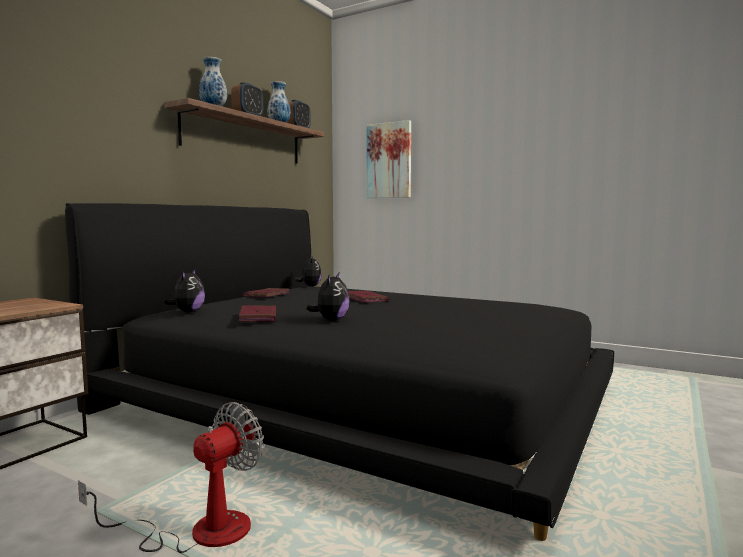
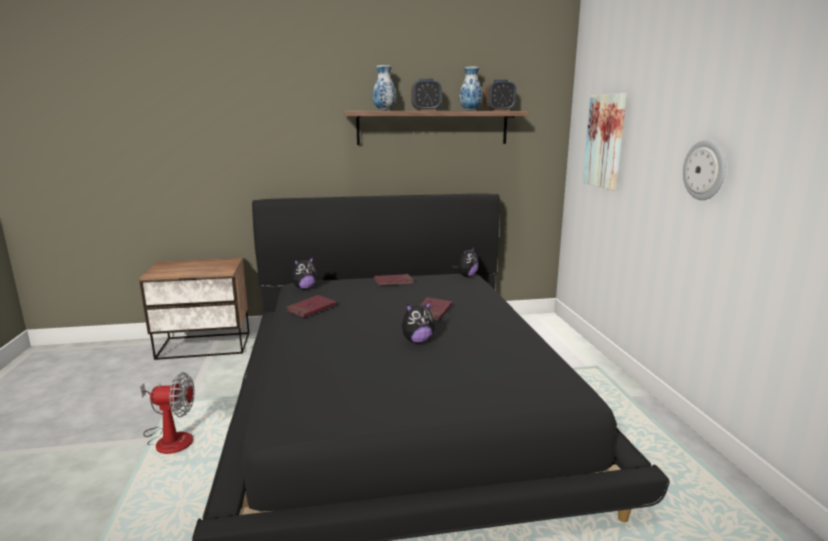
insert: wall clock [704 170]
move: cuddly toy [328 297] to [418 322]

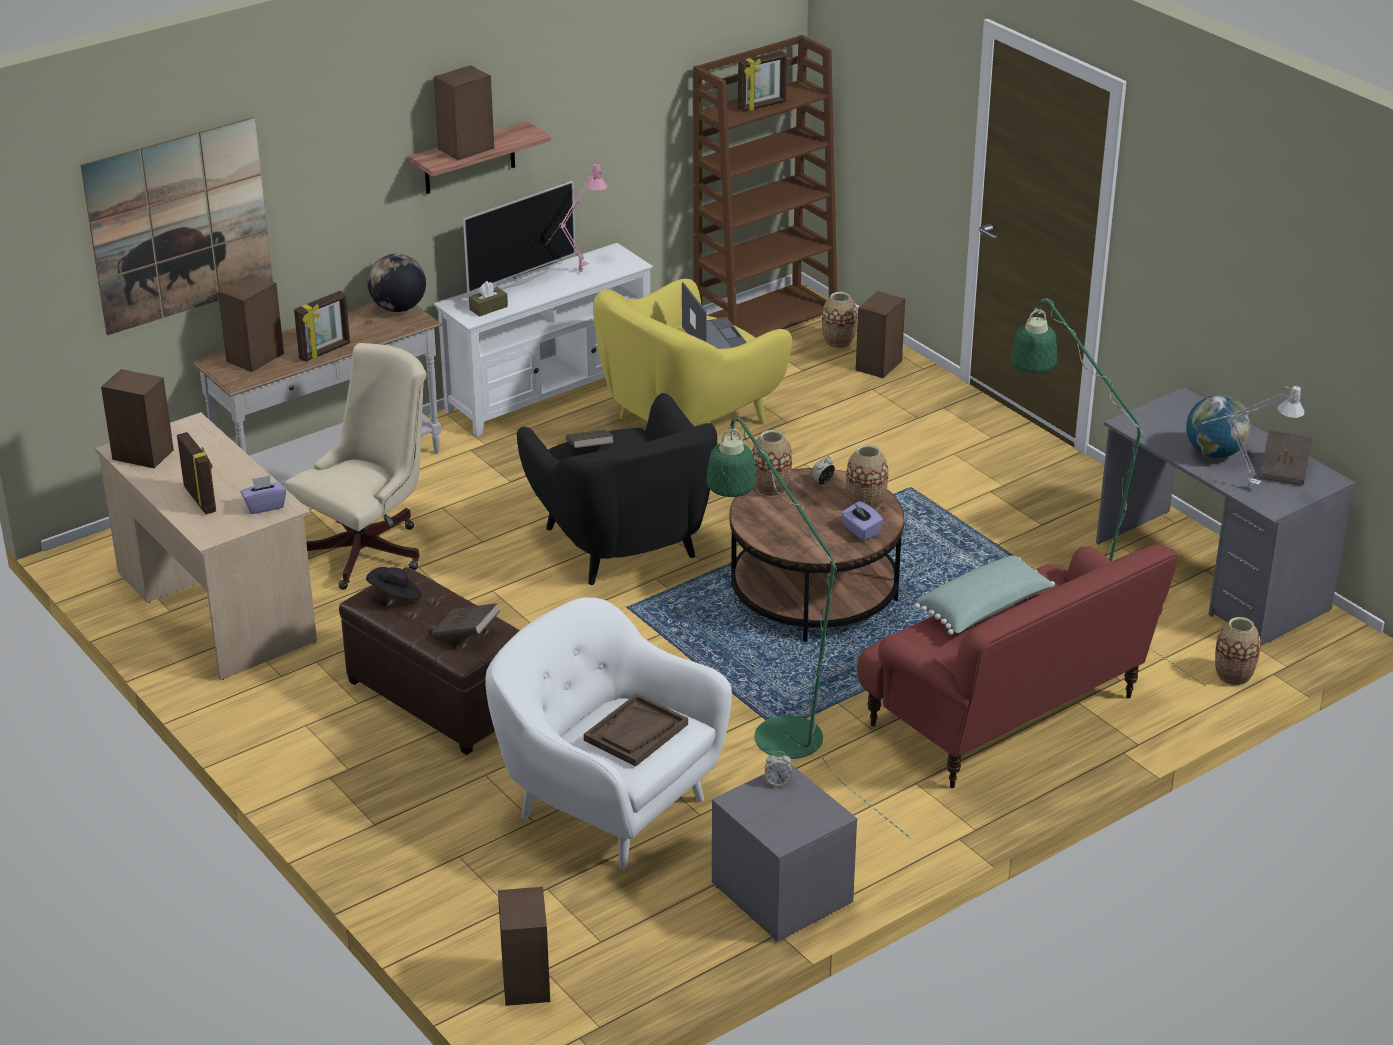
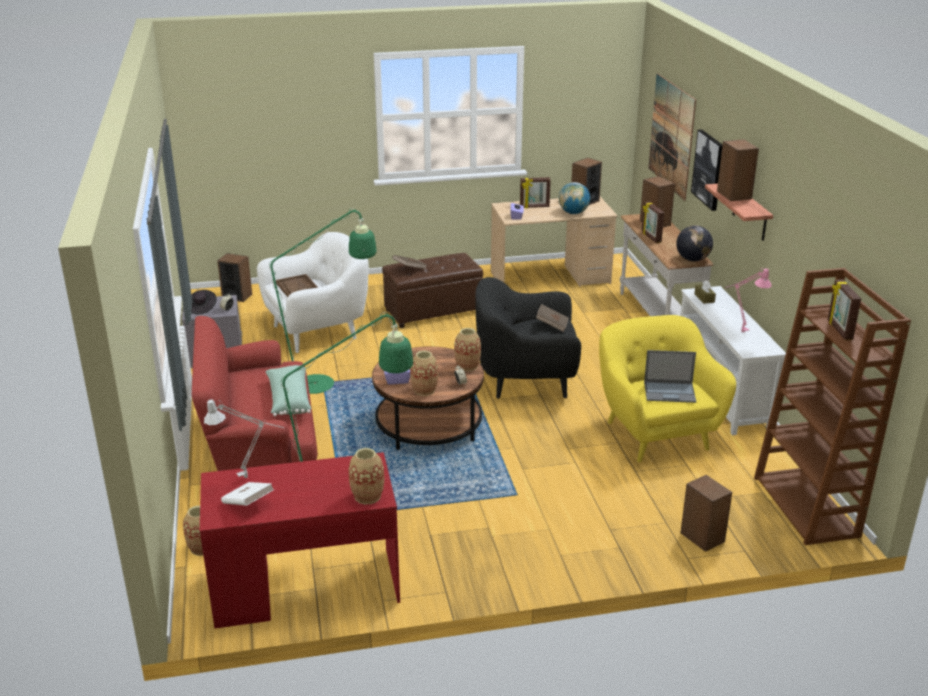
delete: TV [519 237]; office chair in beige-coloured [355 466]
insert: picture [706 170]
move: flower vase [839 320] to [366 476]; world globe [1218 426] to [574 198]; hat in blackish [394 583] to [204 302]
recolor: desk in gray [1226 516] to desk in red [300 540]; volume in brownish [1286 458] to volume in whitish [247 494]

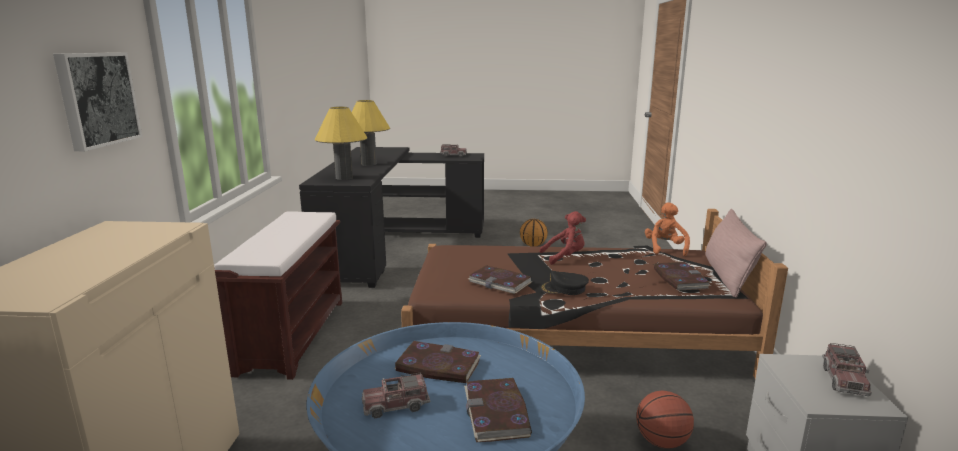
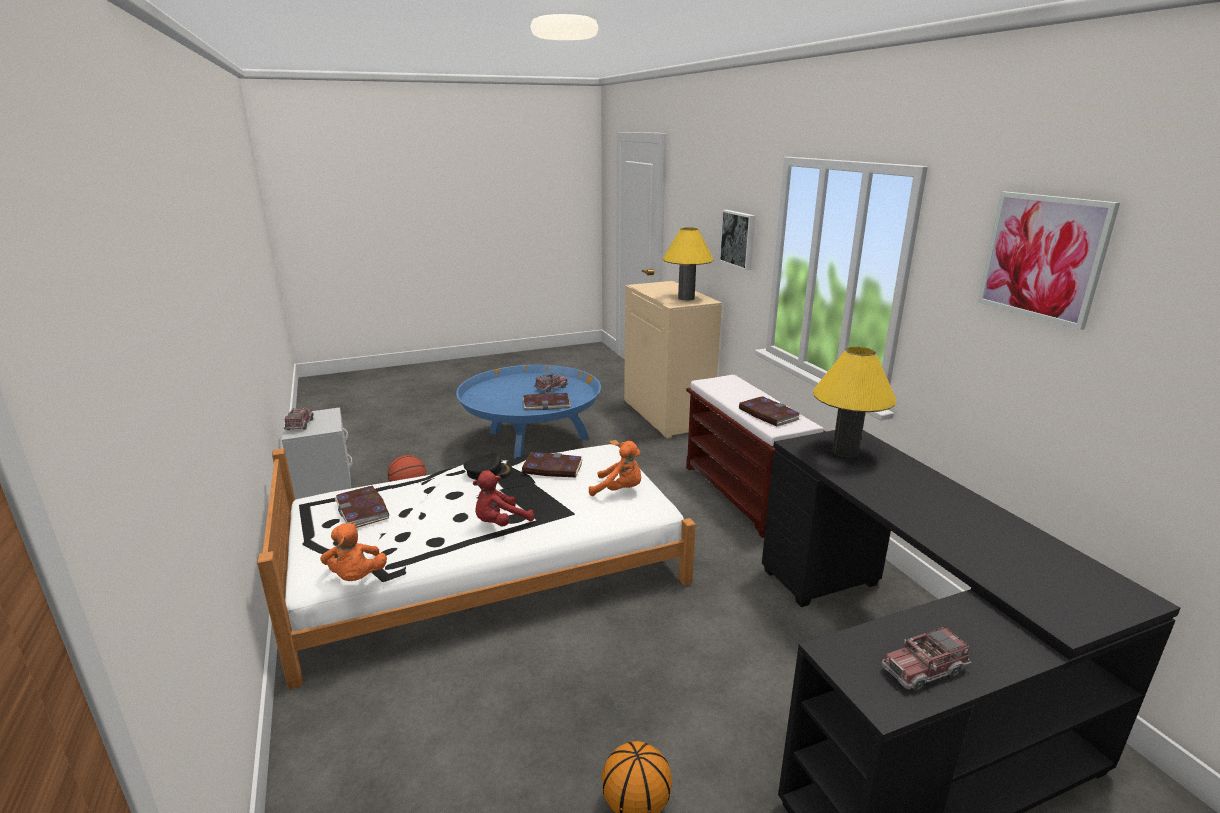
delete: cushion in pink [736 253]
insert: picture [1049 261]; cuddly toy in orange-coloured [615 468]
move: table lamp in yellow-coloured [371 133] to [688 264]; volume [498 410] to [769 411]
recolor: bedroom bed in brownish [594 294] to bedroom bed in whitish [476 565]

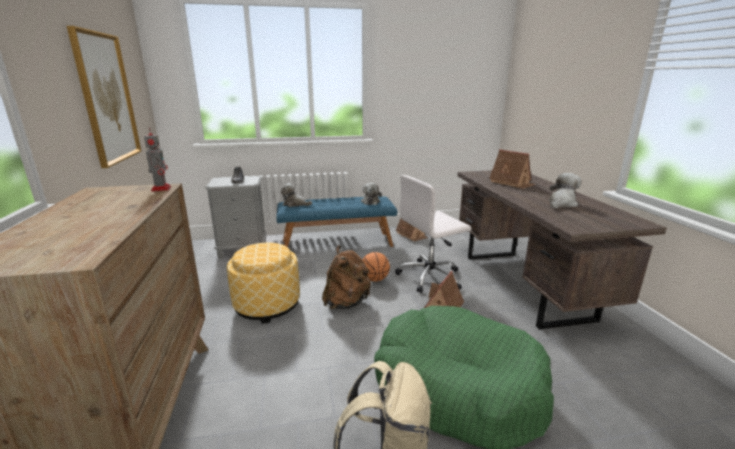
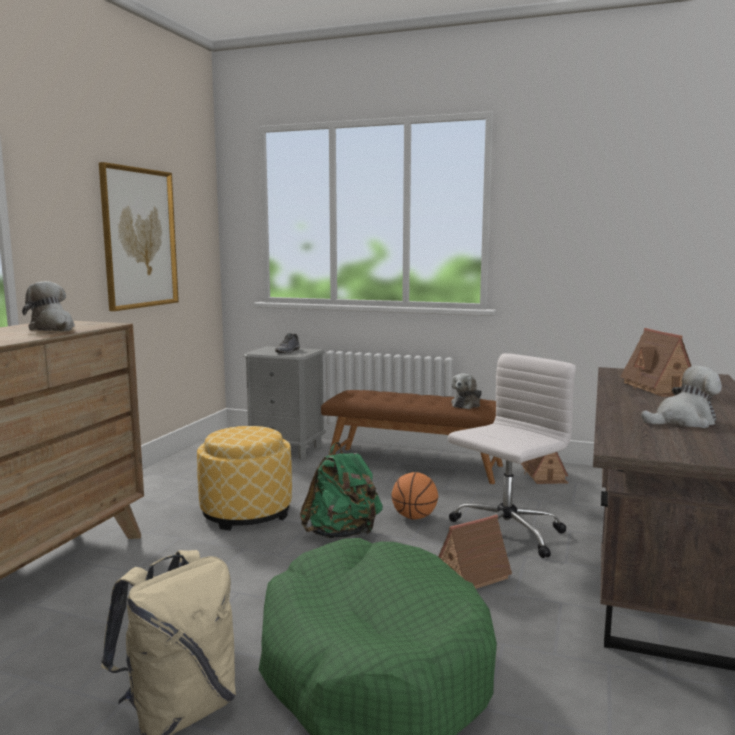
delete: toy robot [157 159]
move: cuddly toy [296 195] to [48 306]
recolor: indoor bench in blue [336 221] to indoor bench in brownish [412 437]; knapsack in brownish [346 277] to knapsack in green-coloured [341 490]
rotate: office chair in whitish [433 234] = [512 455] 135 degrees clockwise

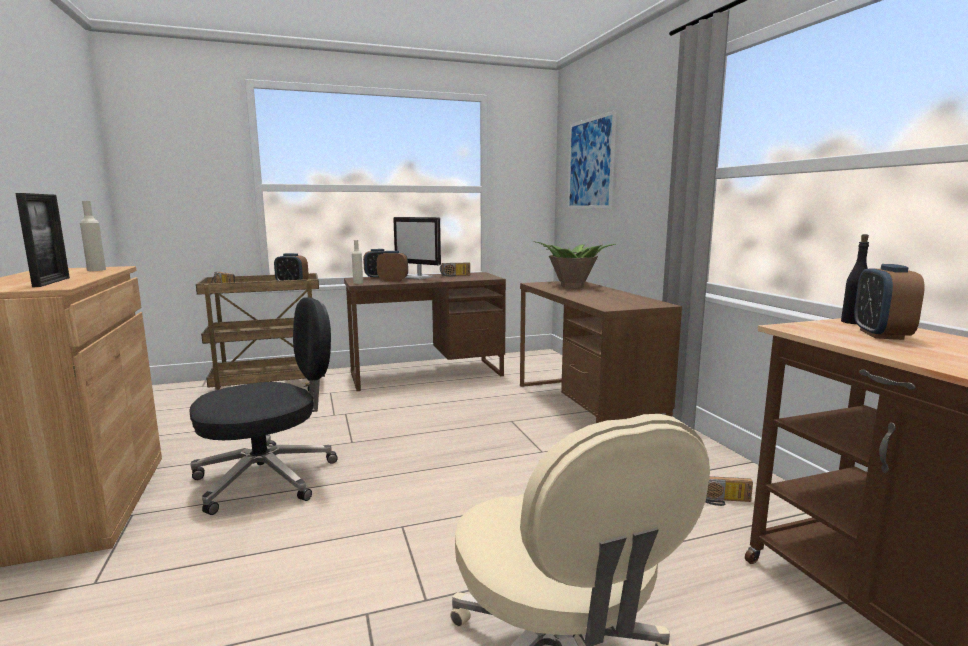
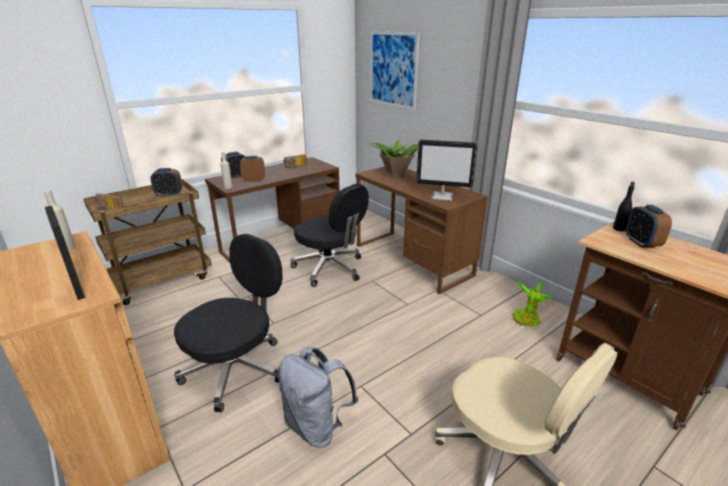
insert: office chair in blackish [329 235]; knapsack in gray [318 397]
move: monitor [417 248] to [447 170]
replace: radio receiver [729 491] to plant in a pot [533 304]

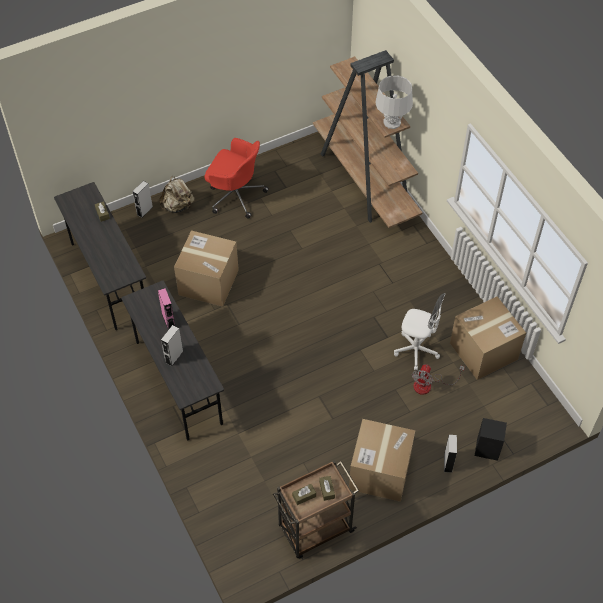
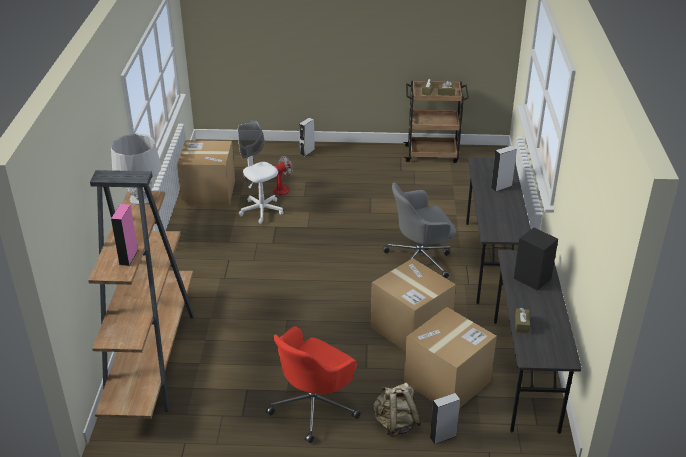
insert: office chair in gray [419 230]
move: speaker in pink [166 309] to [124 235]; speaker in blackish [491 439] to [536 259]; cardboard box [382 460] to [450 357]
rotate: office chair in red [237 178] = [313 384] 105 degrees counterclockwise

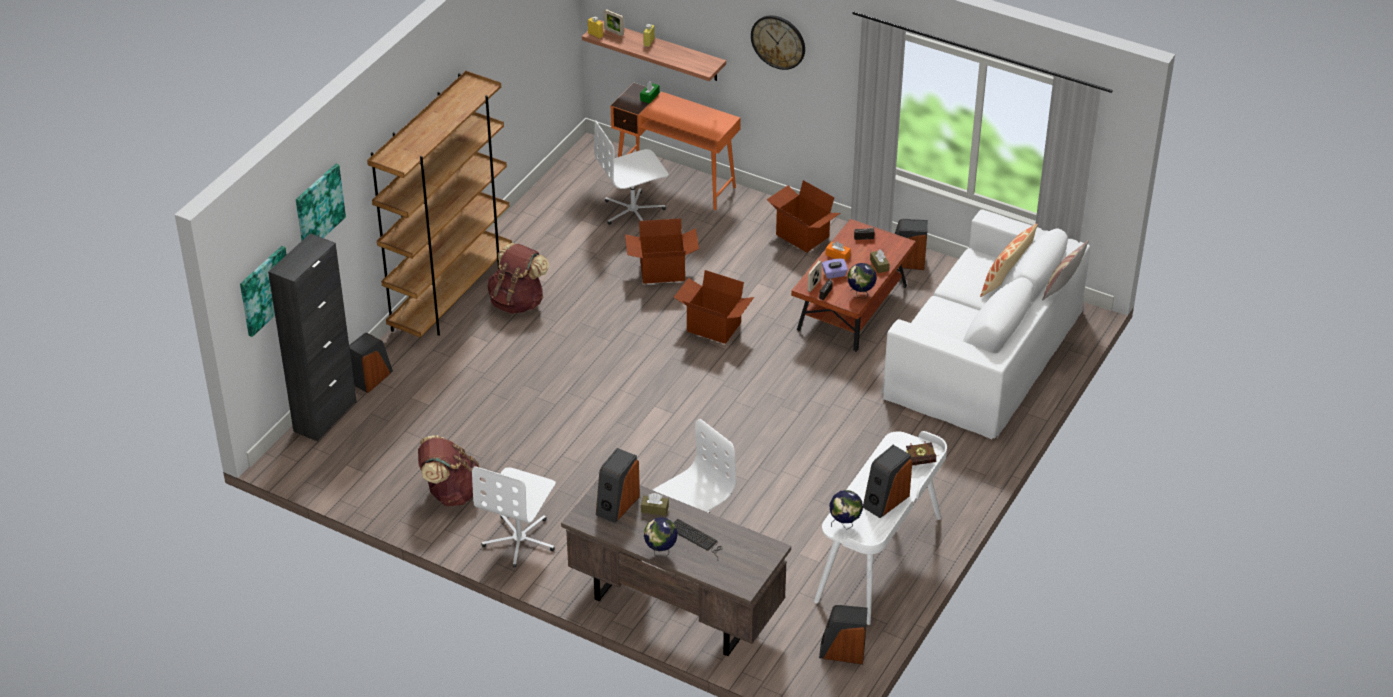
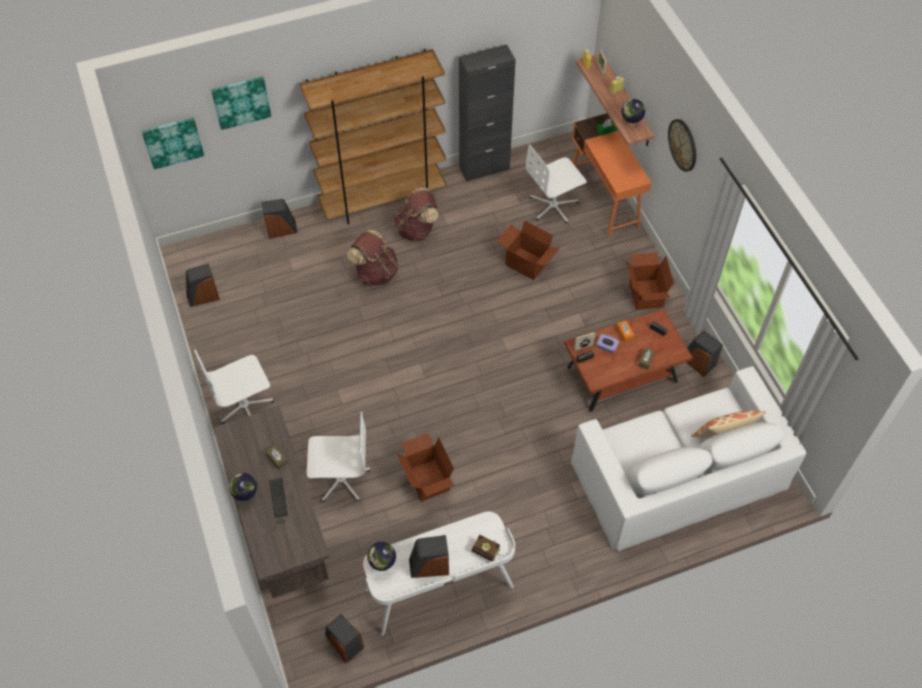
delete: cushion [1065 271]
move: cupboard in blackish [312 337] to [487 113]; world globe [862 280] to [633 113]; cardboard box [713 307] to [425 467]; knapsack in brownish [449 470] to [373 258]; speaker [618 485] to [203 285]
rotate: office chair in whitish [631 172] = [556 184] 45 degrees counterclockwise

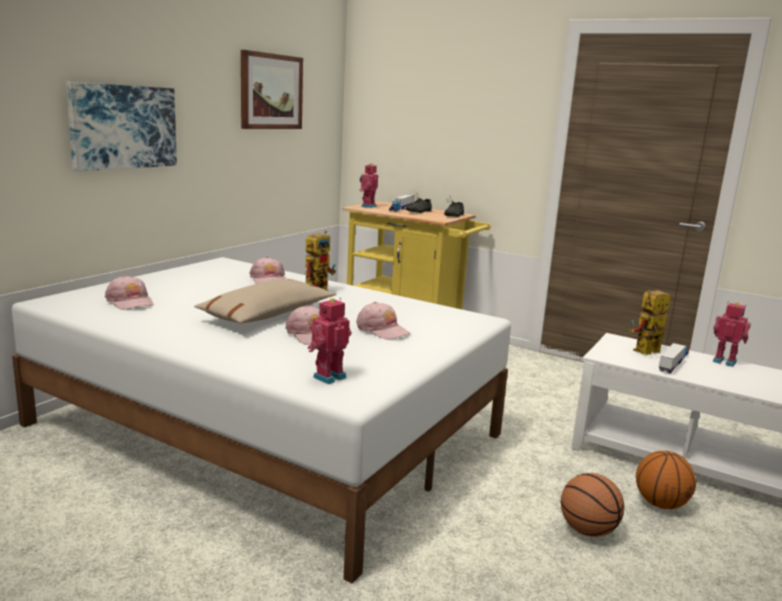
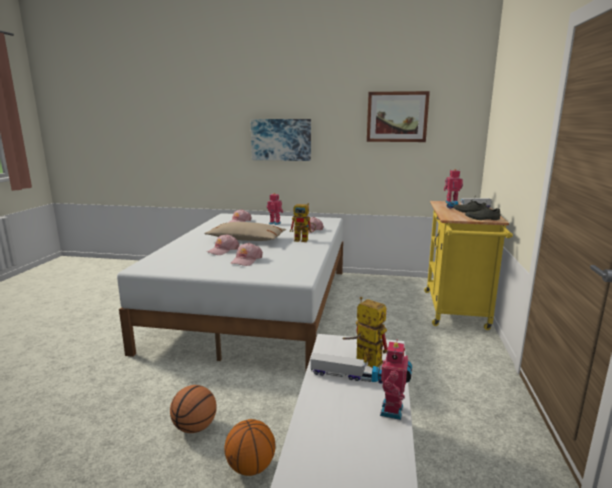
move: toy robot [329 341] to [275 209]

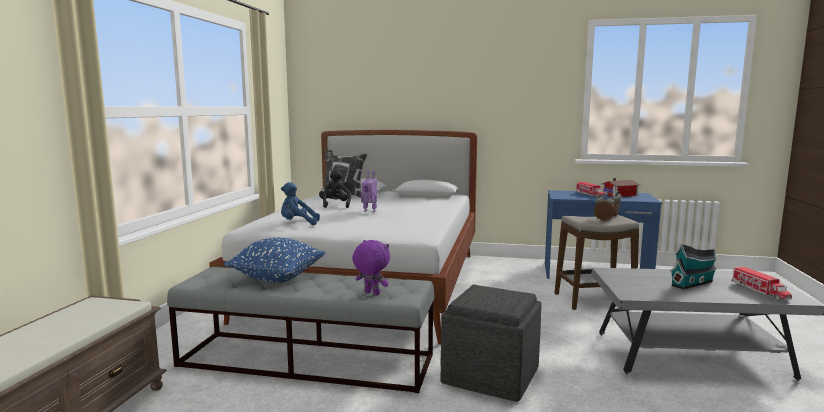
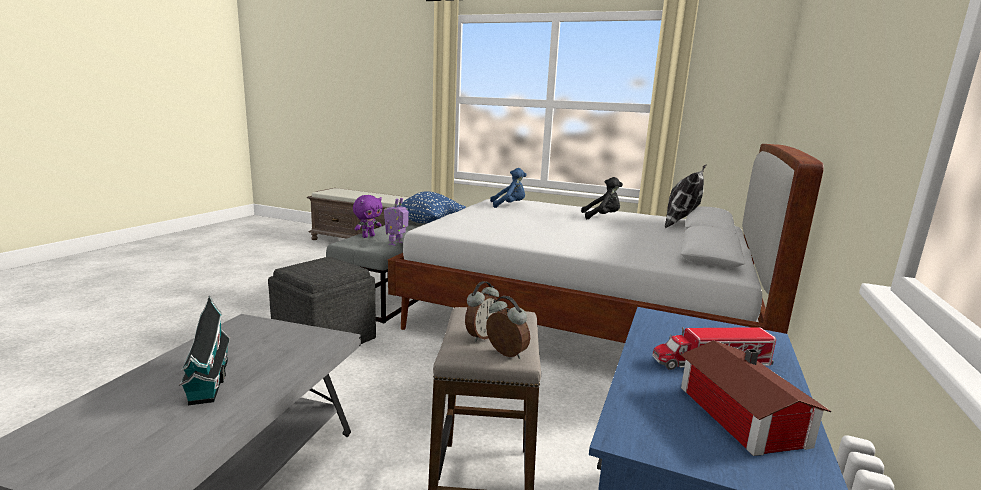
delete: toy truck [762 284]
move: toy robot [369 192] to [396 222]
rotate: cuddly toy in blue [300 203] = [508 188] 75 degrees clockwise

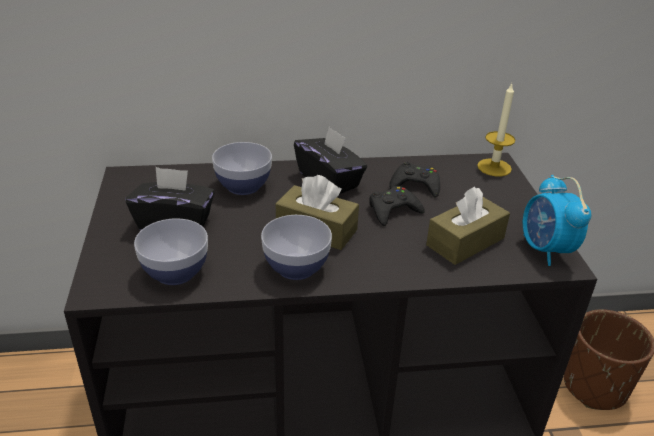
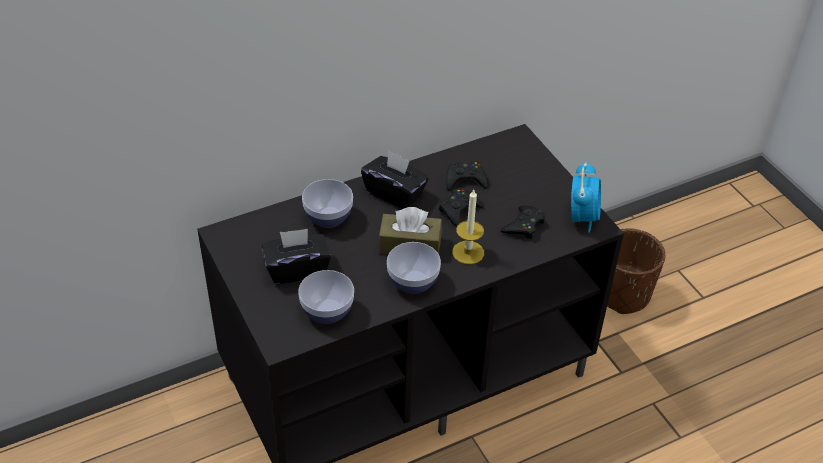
move: wax candle [496 130] to [468 227]
replace: tissue box in brownish [468 225] to gamepad in blackish [523 222]
rotate: bedside clock [557 220] = [586 197] 135 degrees counterclockwise

